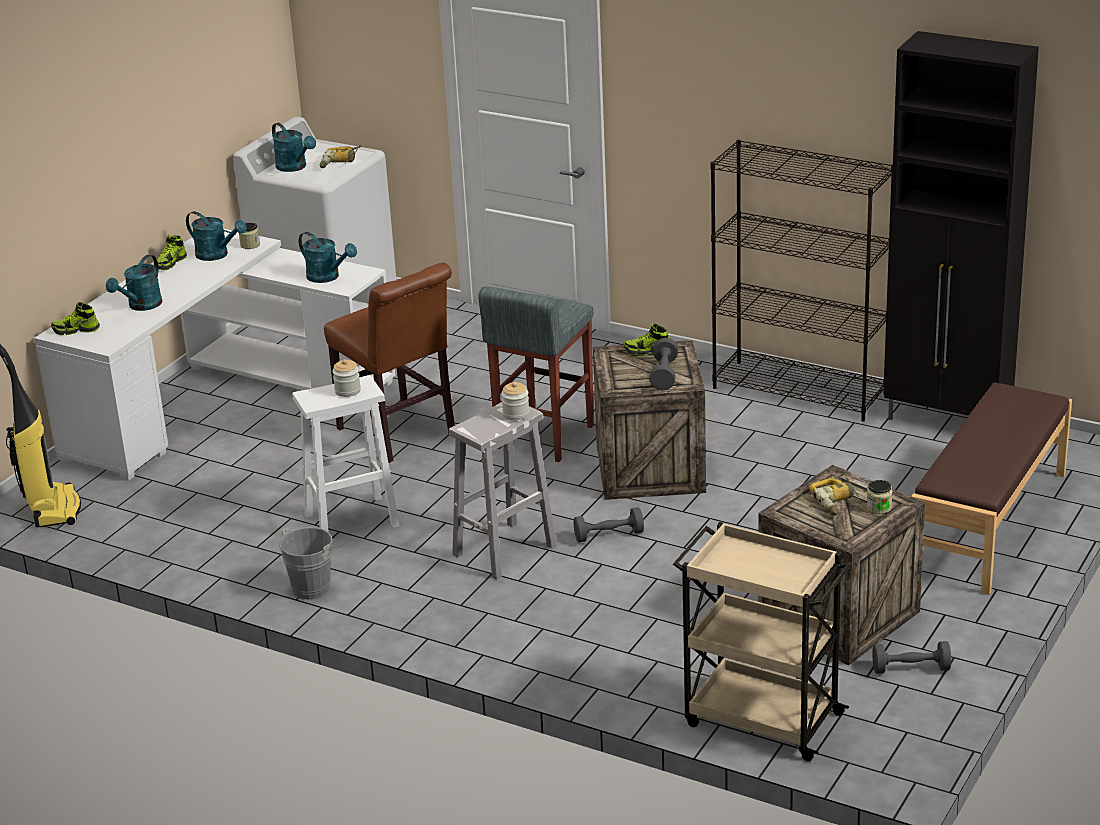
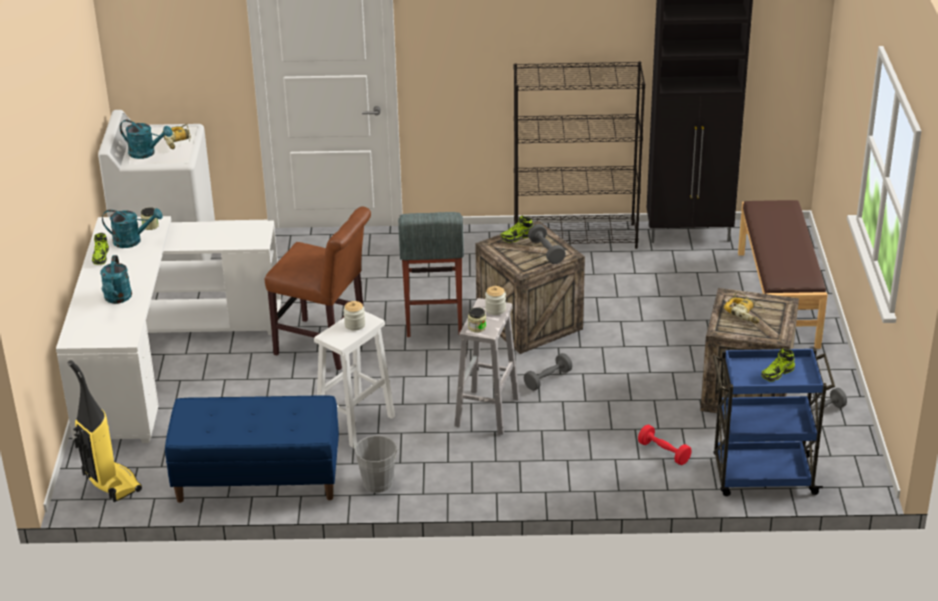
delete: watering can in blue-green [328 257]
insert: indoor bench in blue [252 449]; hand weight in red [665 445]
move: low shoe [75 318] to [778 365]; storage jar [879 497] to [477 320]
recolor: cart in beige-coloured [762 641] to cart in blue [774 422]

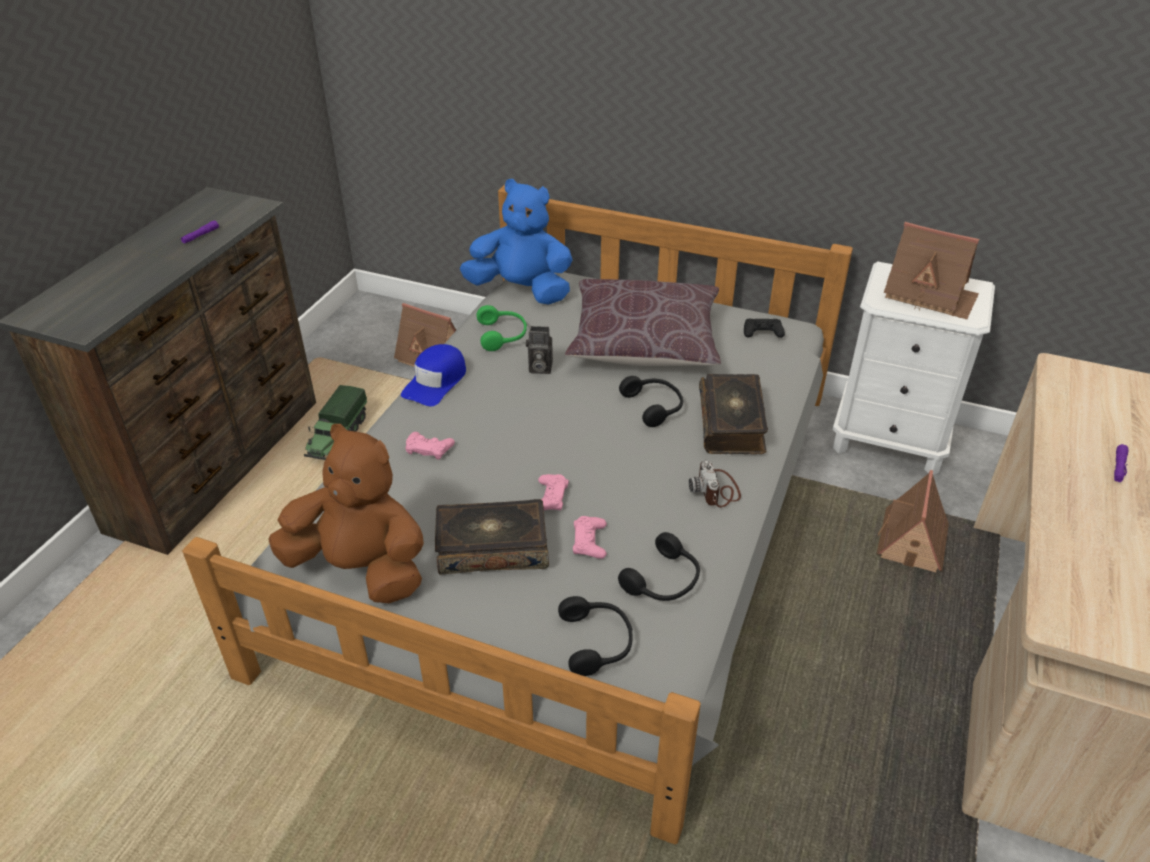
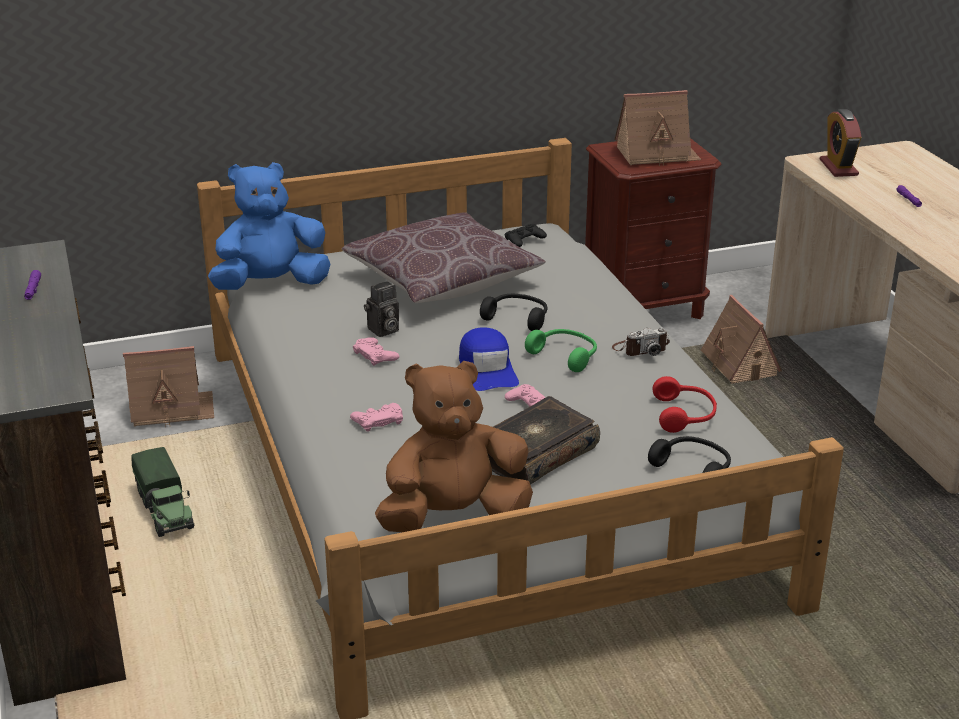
delete: volume [733 414]
insert: bedside clock [841 143]
move: headset in green-coloured [501 328] to [561 350]; cap in blue [433 375] to [489 359]; gamepad in pink [590 537] to [376 351]
recolor: night table in whitish [914 368] to night table in brownish [653 228]; headset in blackish [659 566] to headset in red [685 404]
rotate: photo camera [715 484] = [641 341] 60 degrees counterclockwise

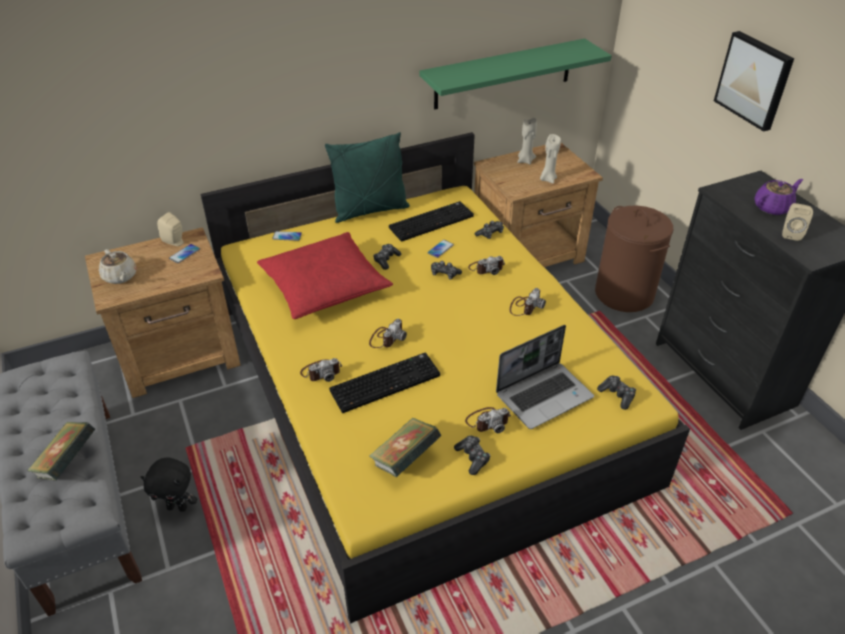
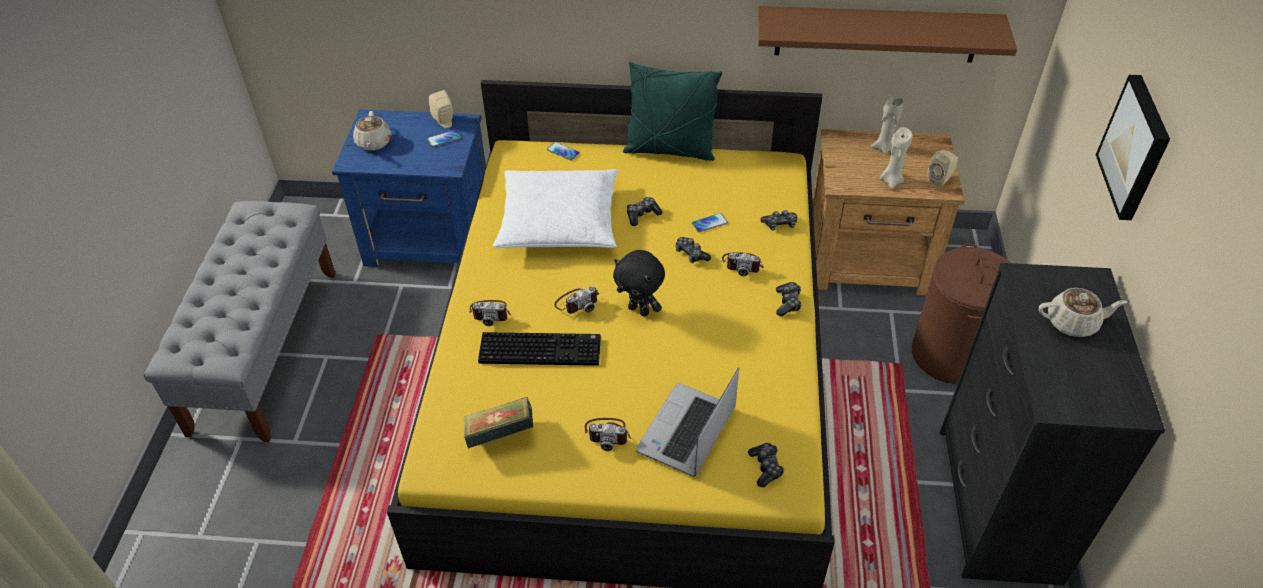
delete: keyboard [431 221]; photo camera [528 302]; volume [61 451]
move: speaker in beige-coloured [797 222] to [942 168]; gamepad [472 455] to [789 299]; cuddly toy in blackish [169 484] to [639 283]
recolor: bracket shelf in green-coloured [515 74] to bracket shelf in brownish [887 34]; teapot in purple [779 197] to teapot in beige-coloured [1083 312]; night table in brownish [163 312] to night table in blue [409 188]; cushion in red [325 275] to cushion in whitish [555 208]
rotate: notebook computer [545 377] = [687 422] 120 degrees clockwise

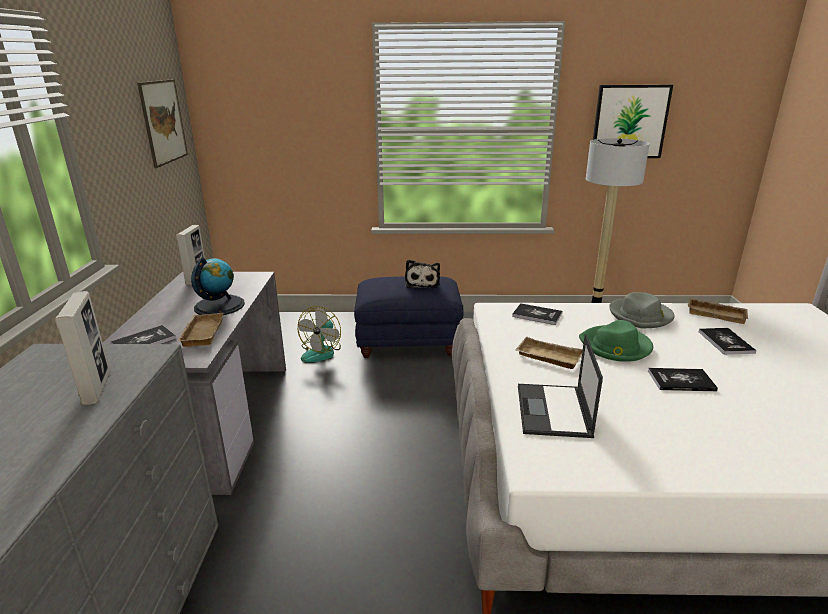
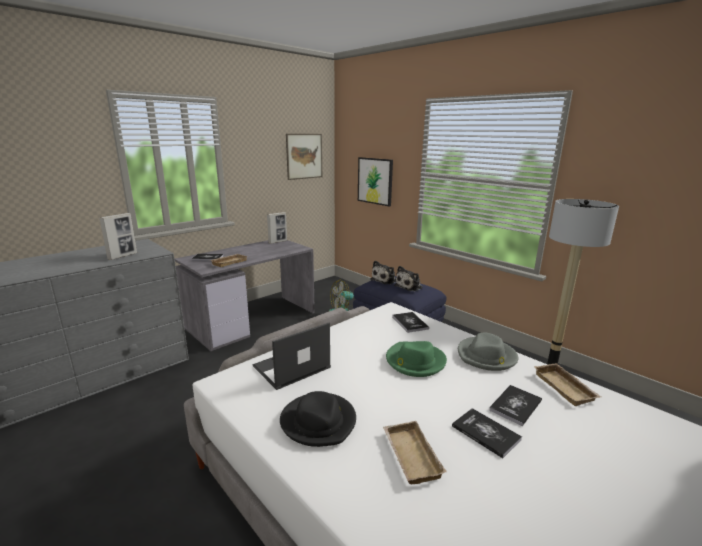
delete: world globe [218 286]
insert: cuddly toy [383 272]; hat in blackish [318 419]
move: picture [633 121] to [375 181]; carrying tray in beige-coloured [549 353] to [415 453]; volume [683 379] to [487 433]

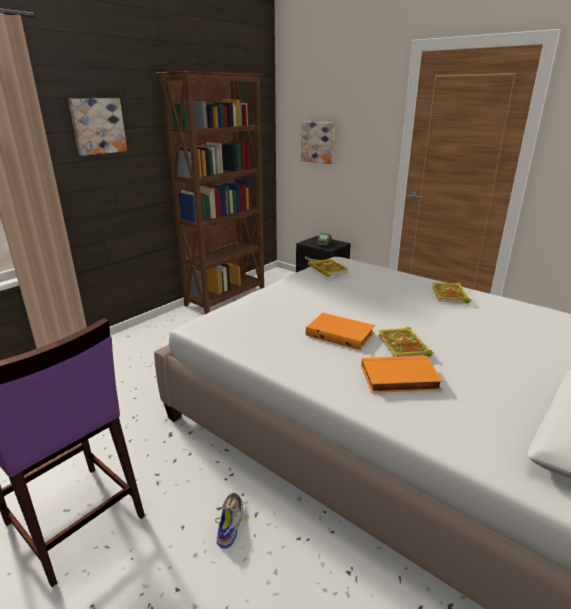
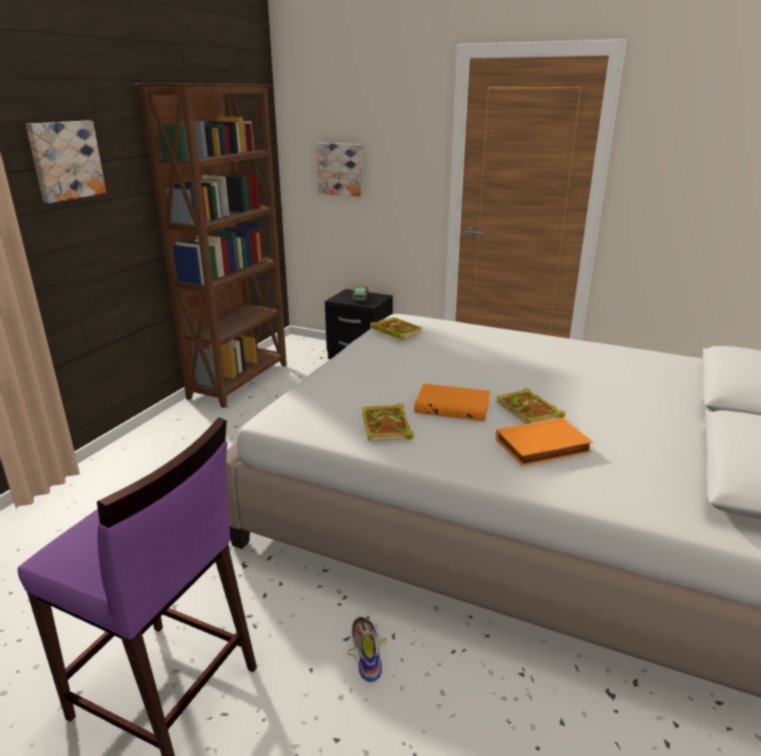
move: volume [451 293] to [388 422]

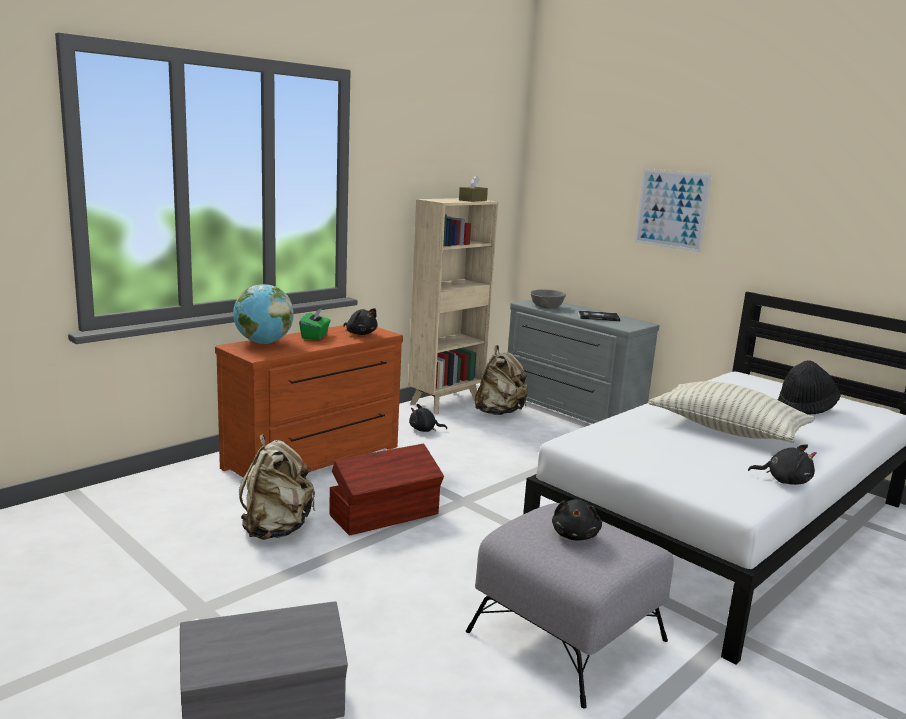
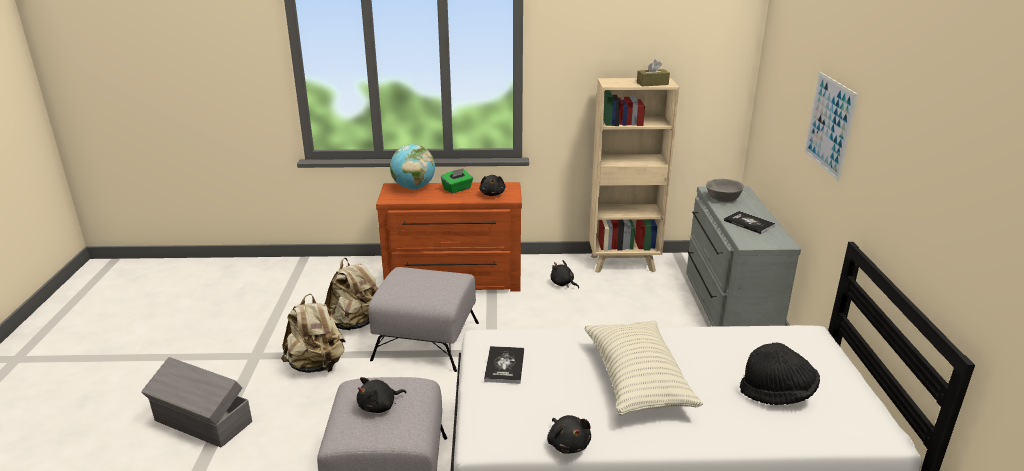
insert: volume [504 365]
move: knapsack in beige-coloured [501 380] to [313 333]
replace: storage container in brownish [386 490] to footrest in gray [424 319]

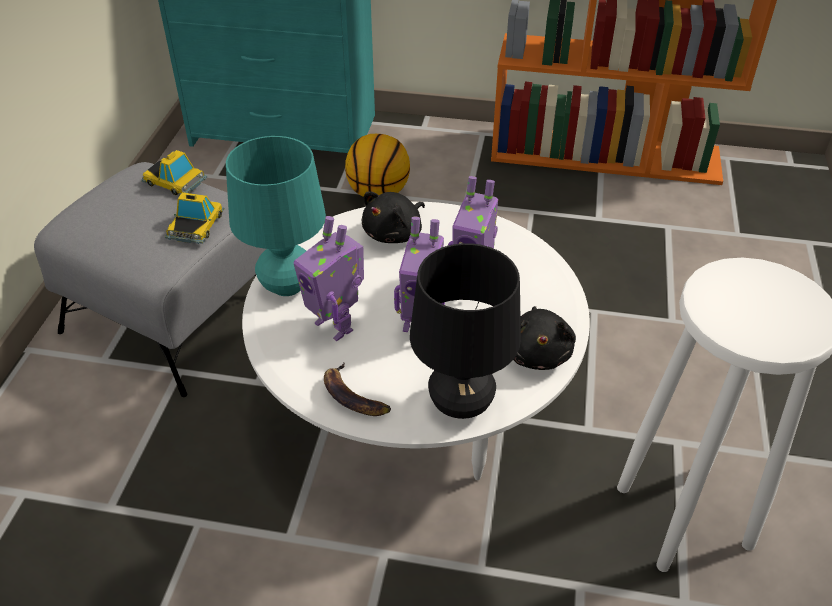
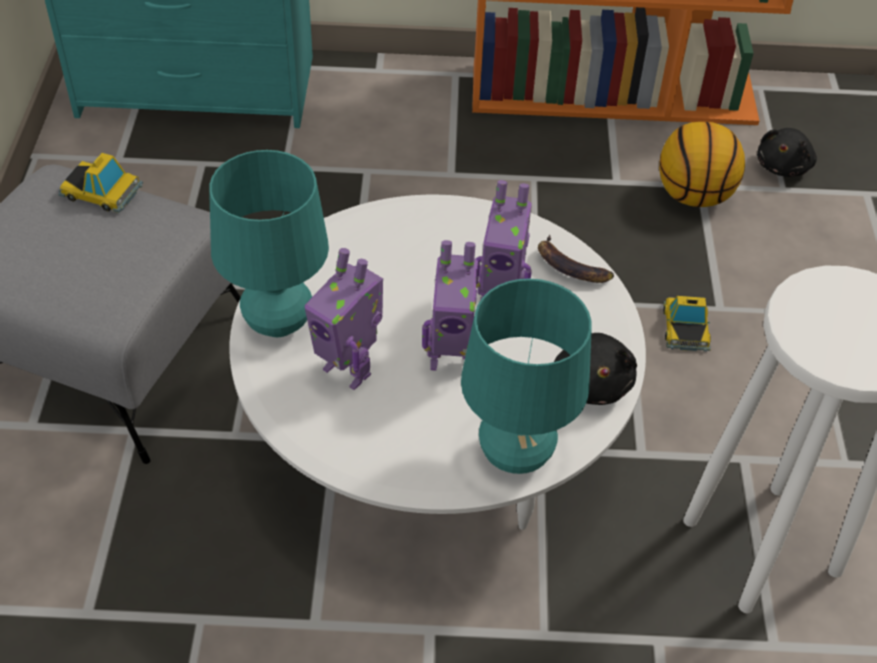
move: ball for basketball [377 165] to [702 164]; cuddly toy in blackish [393 217] to [787 152]; miniature car [195 218] to [687 324]; whole banana [357 389] to [576 258]
recolor: table lamp in blackish [465 331] to table lamp in blue-green [526 376]

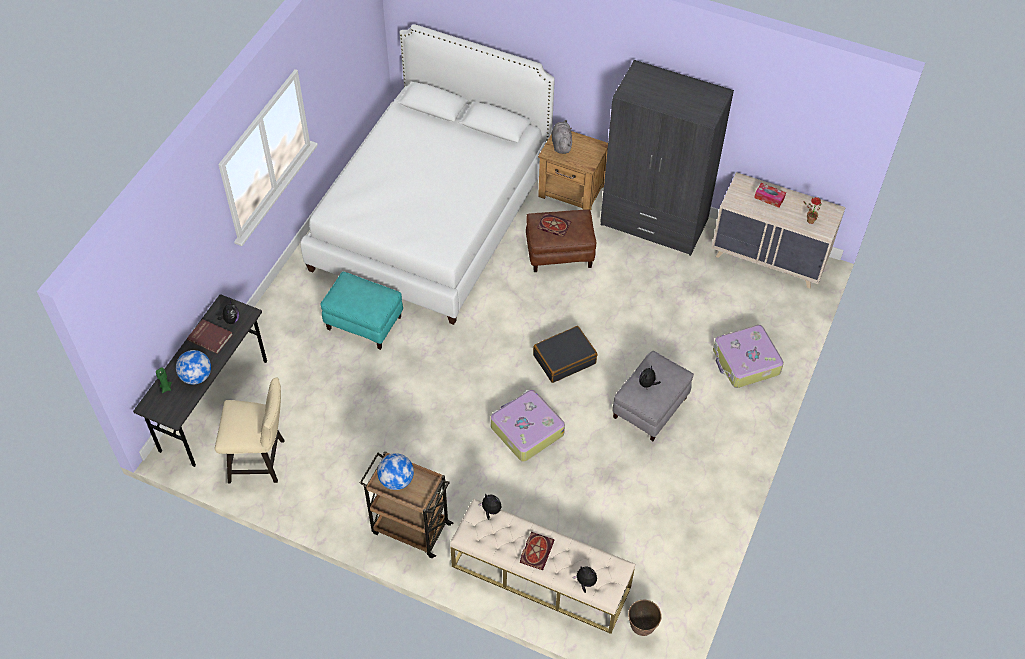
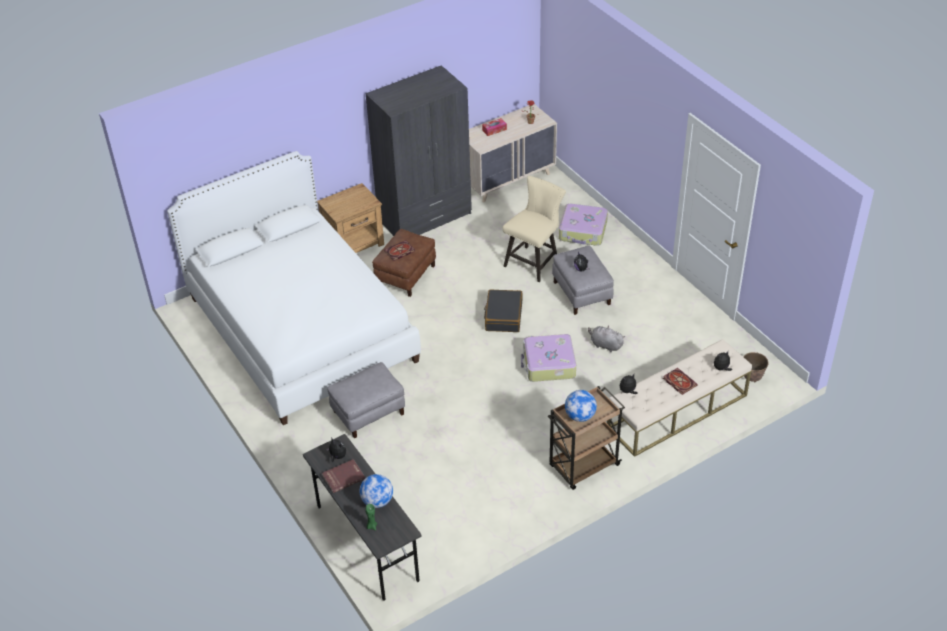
move: cuddly toy in gray [562 137] to [606 339]; plain chair in beige-coloured [250 430] to [534 229]
recolor: footrest in blue-green [361 311] to footrest in gray [366 400]

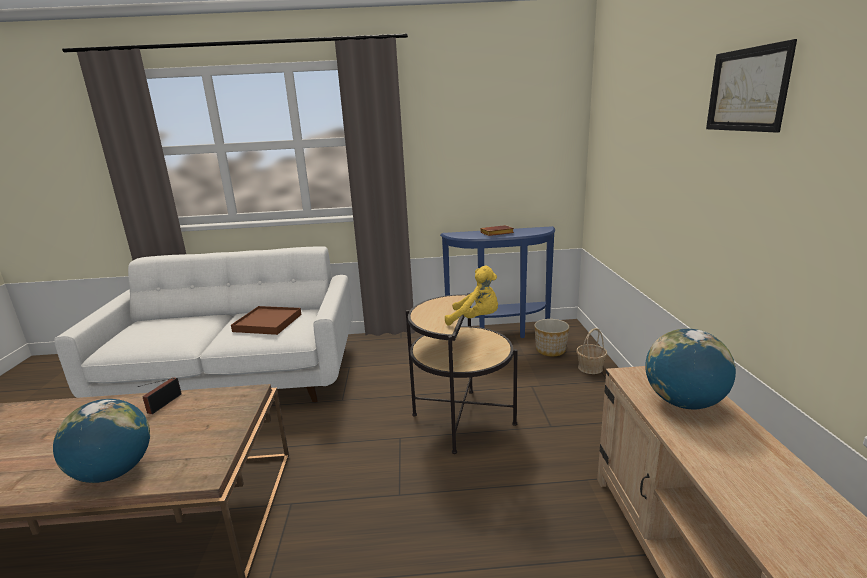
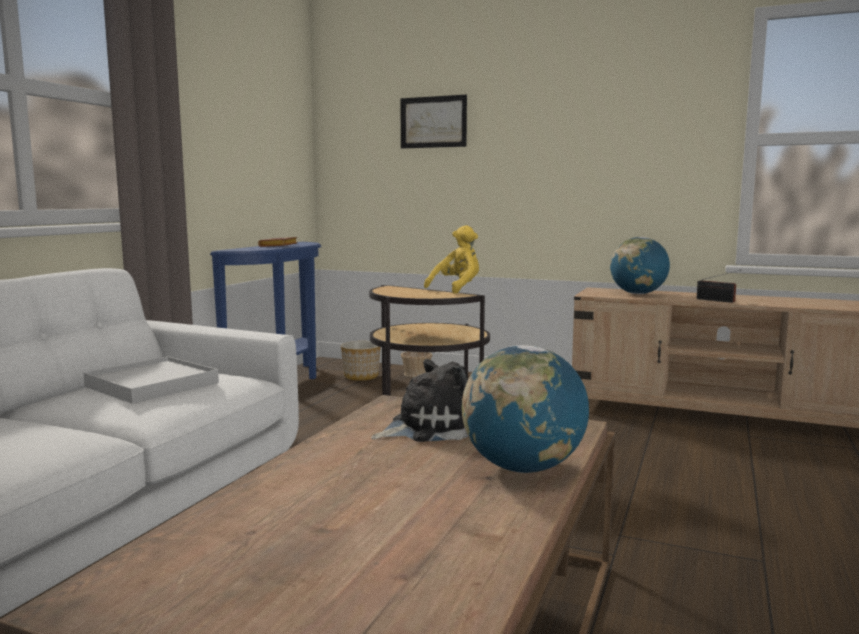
insert: cuddly toy [419 400]
move: picture [751 86] to [433 121]; radio receiver [160 395] to [718 286]
recolor: carrying tray in brownish [266 320] to carrying tray in whitish [151 380]

